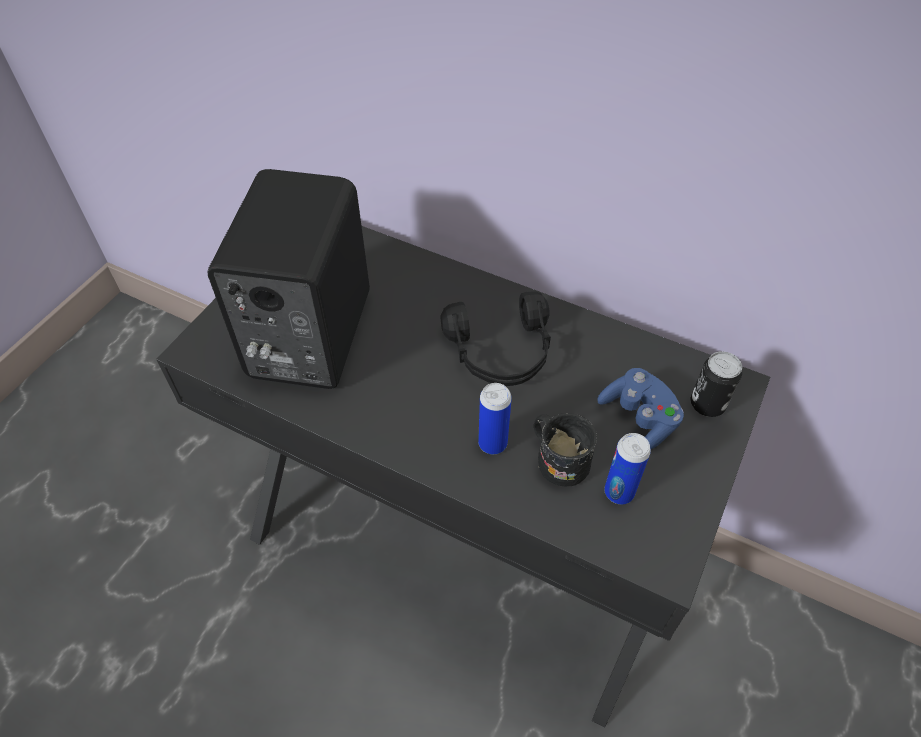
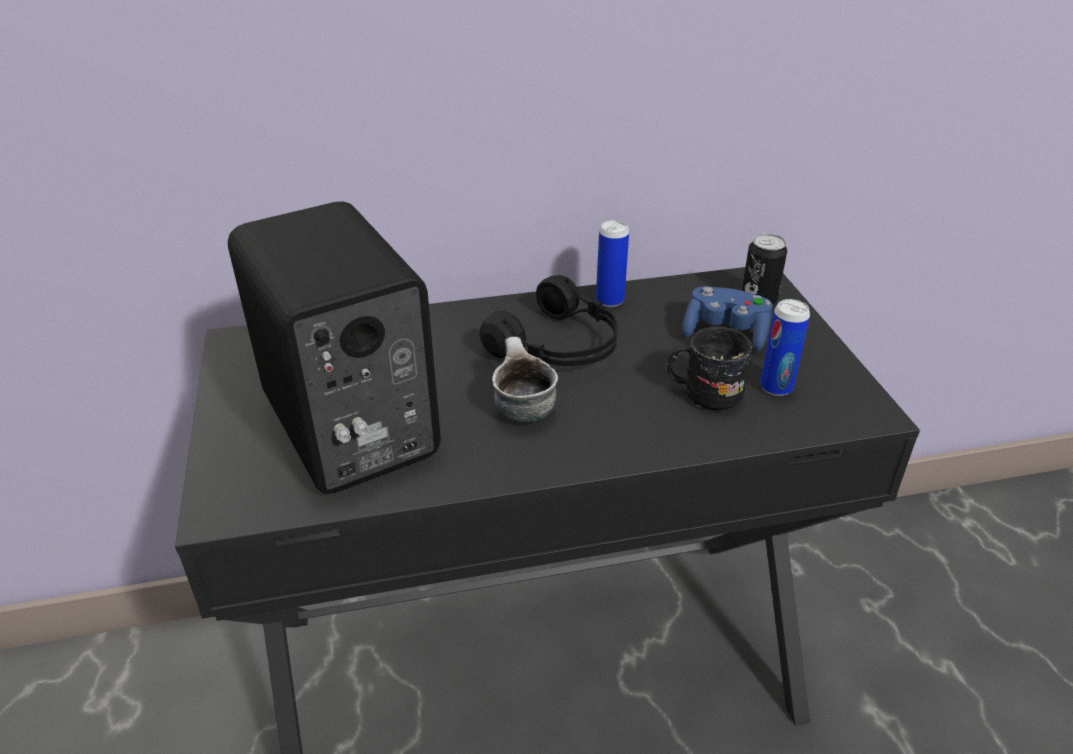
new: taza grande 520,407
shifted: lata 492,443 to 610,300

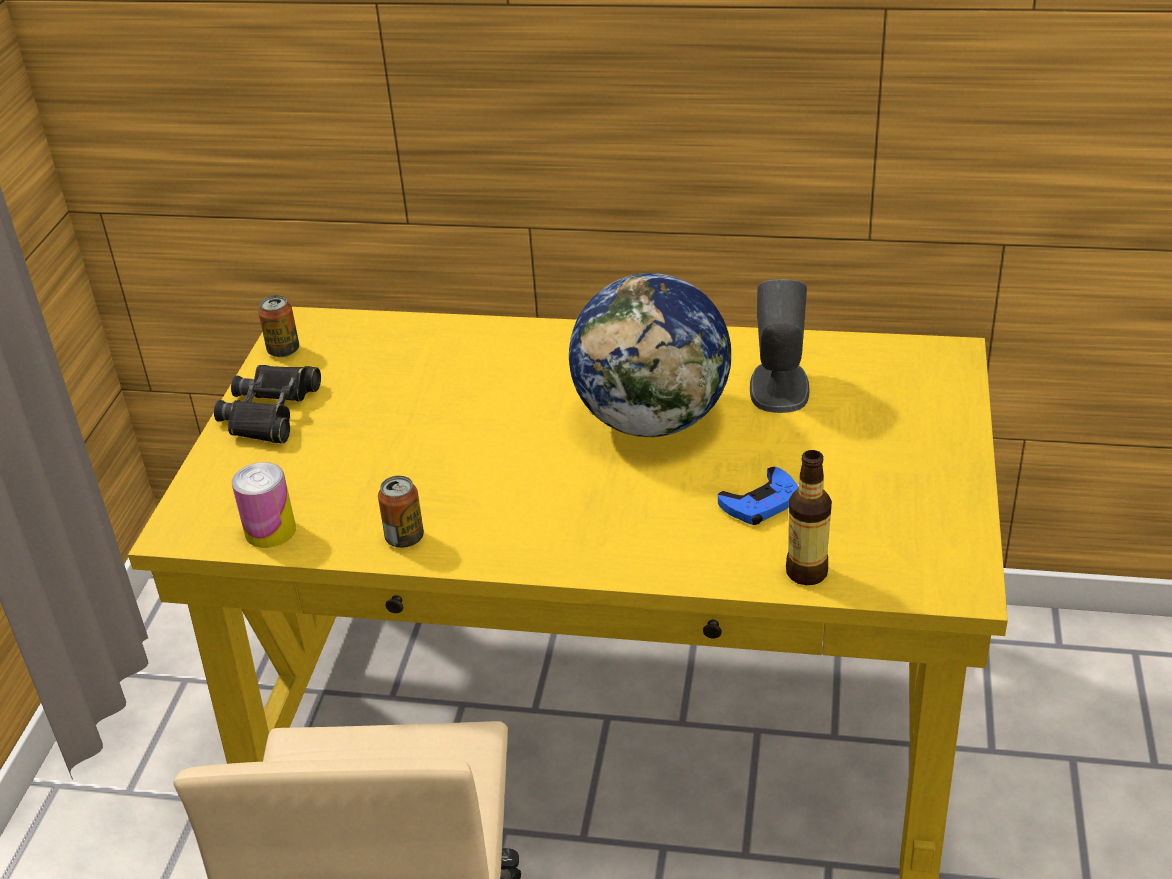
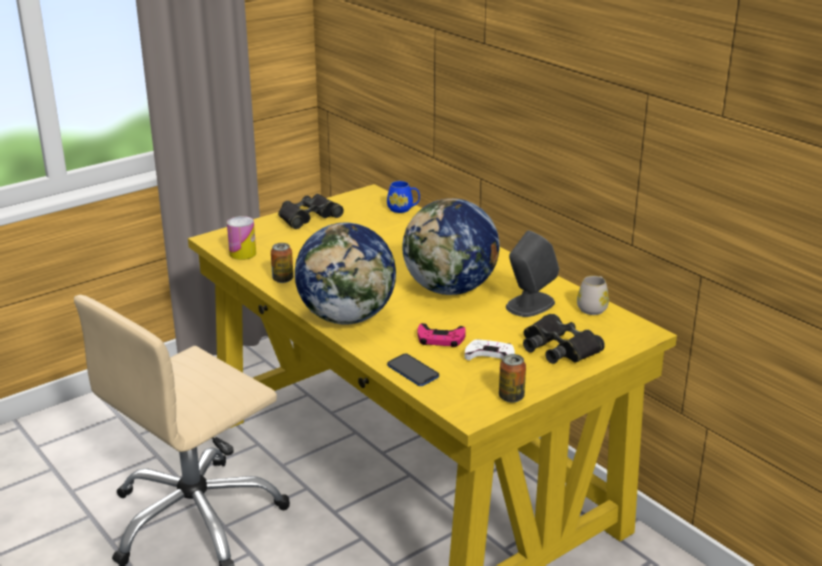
new: globo terráqueo 347,317; taza grande (azul) 403,209; mando de consola (blanco) 490,356; prismáticos (negro) 559,347; taza grande (blanco) 593,307
shifted: lata 283,350 to 511,397
swapped: botella 806,572 to móvil 413,371
repainted: mando de consola (azul) 761,503 to mando de consola (rosa) 440,339

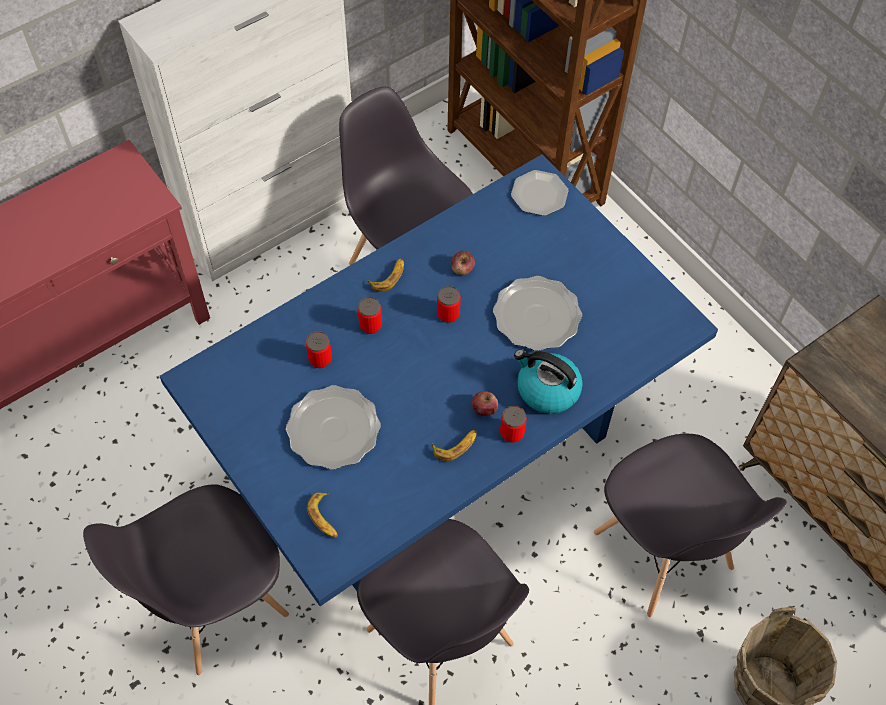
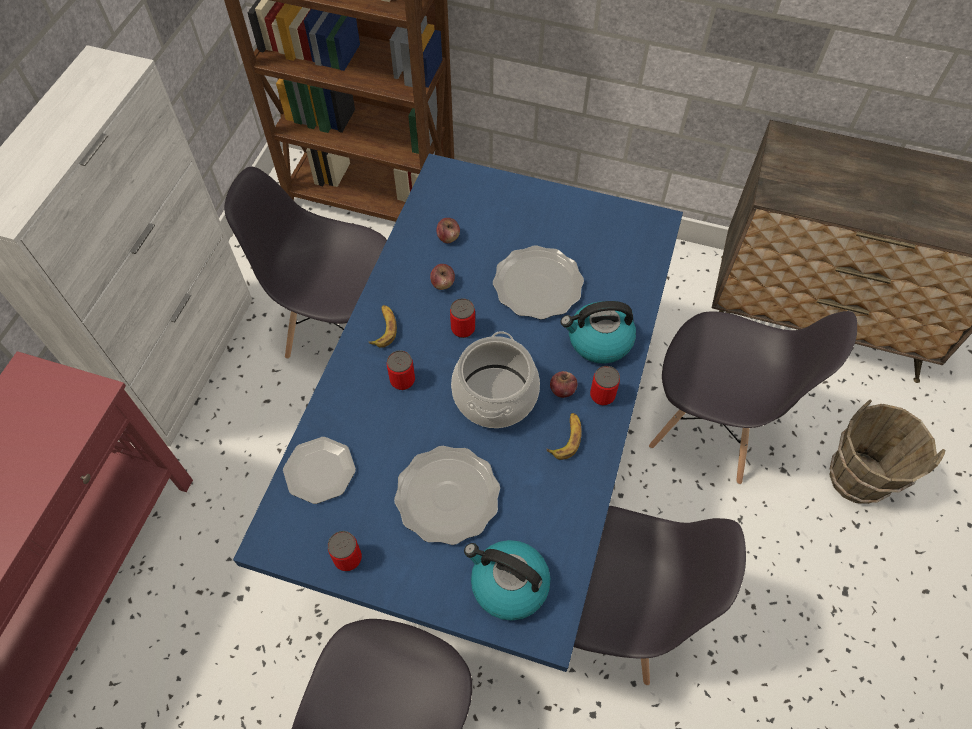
new: manzana 448,237; olla 494,395
shifted: lata 320,359 to 348,558; plato 539,194 to 319,471
swapped: plátano 325,518 to hervidor 508,584

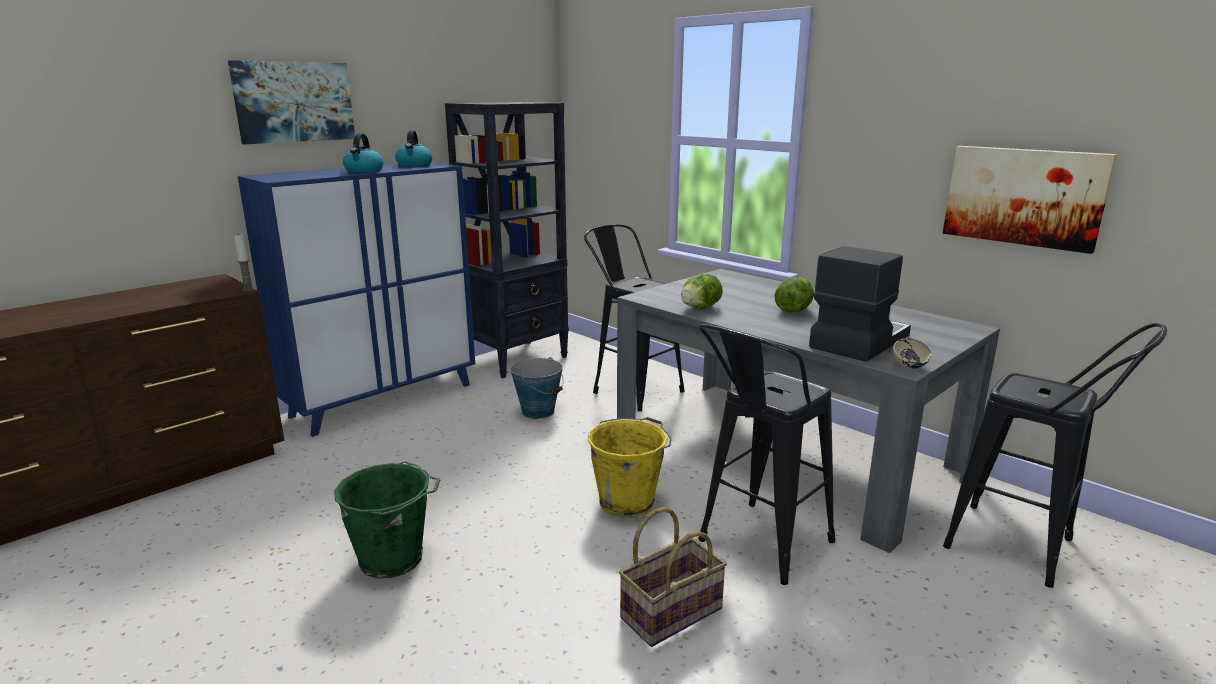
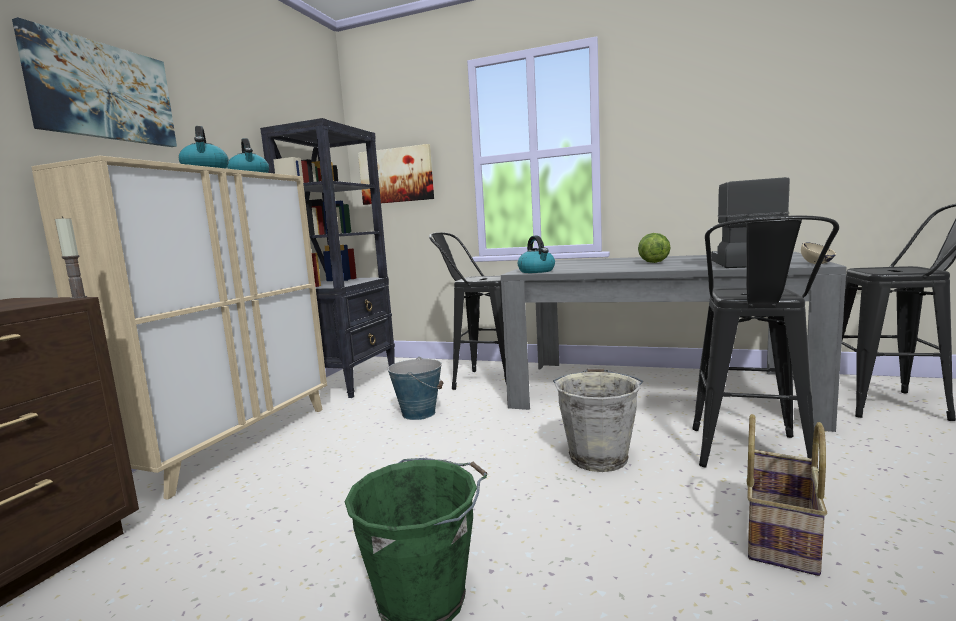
gone: lechuga 700,308
new: hervidor 537,271
shifted: cuadro 1023,196 to 396,175
repainted: armario (azul) 383,400 to armario (beis) 234,442; cubo (amarillo) 628,502 to cubo (gris) 598,457

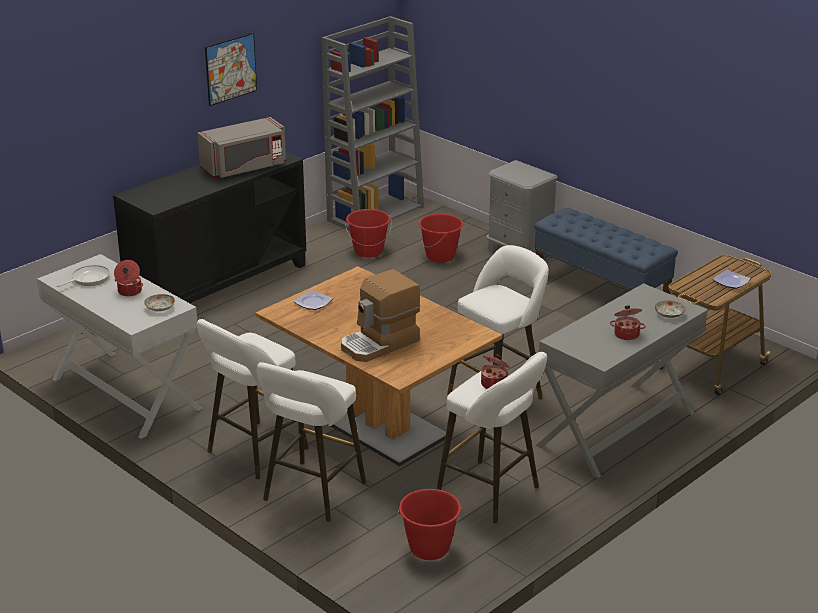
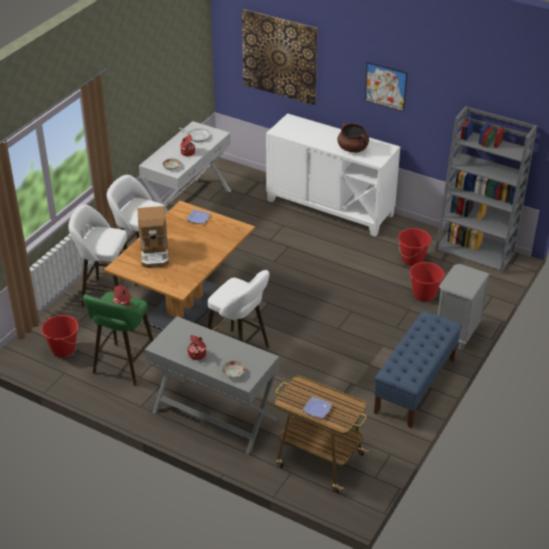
new: cuadro 280,56
swapped: microondas (gris) 244,167 to olla (marrón) 353,149
repainted: armario (negro) 217,284 to armario (blanco) 330,207; taburete (blanco) 492,494 to taburete (verde) 123,367
rotated: cafetera 380,344 = 155,252 135 degrees counterclockwise

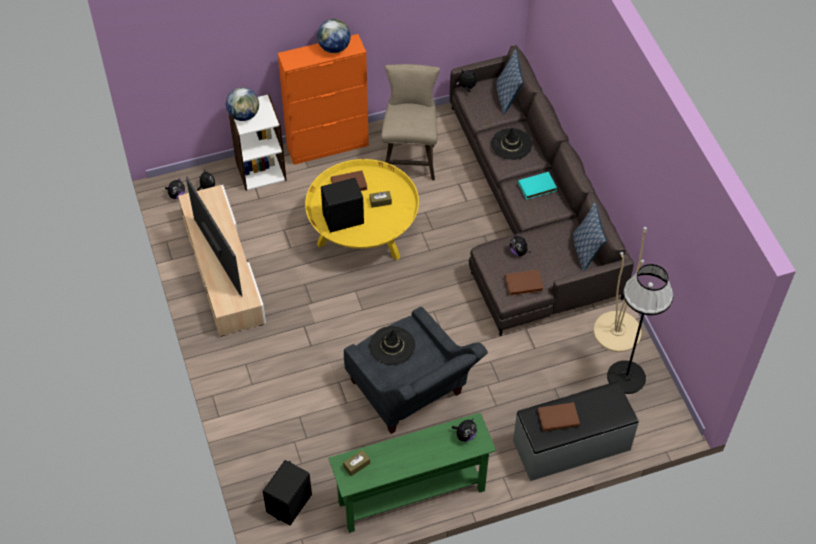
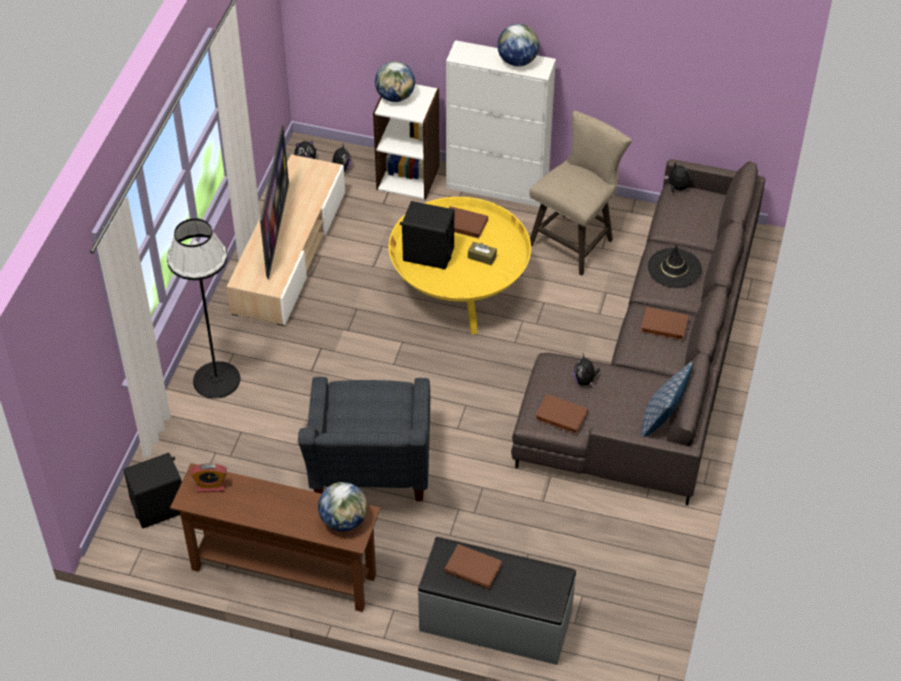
gone: sombrero (negro) 392,346; cojín 507,96; lámpara de pie (beis) 617,331
shifted: lámpara de pie (negro) 626,377 to 216,380
swapped: caja de pañuelos (marrón) 356,465 to despertador 211,486; peluche 465,435 to globo terráqueo 344,520
repainted: armario (naranja) 328,146 to armario (blanco) 497,187; mesa consola (verde) 411,496 to mesa consola (marrón) 283,573; libro (turquesa) 537,188 to libro (marrón) 663,326

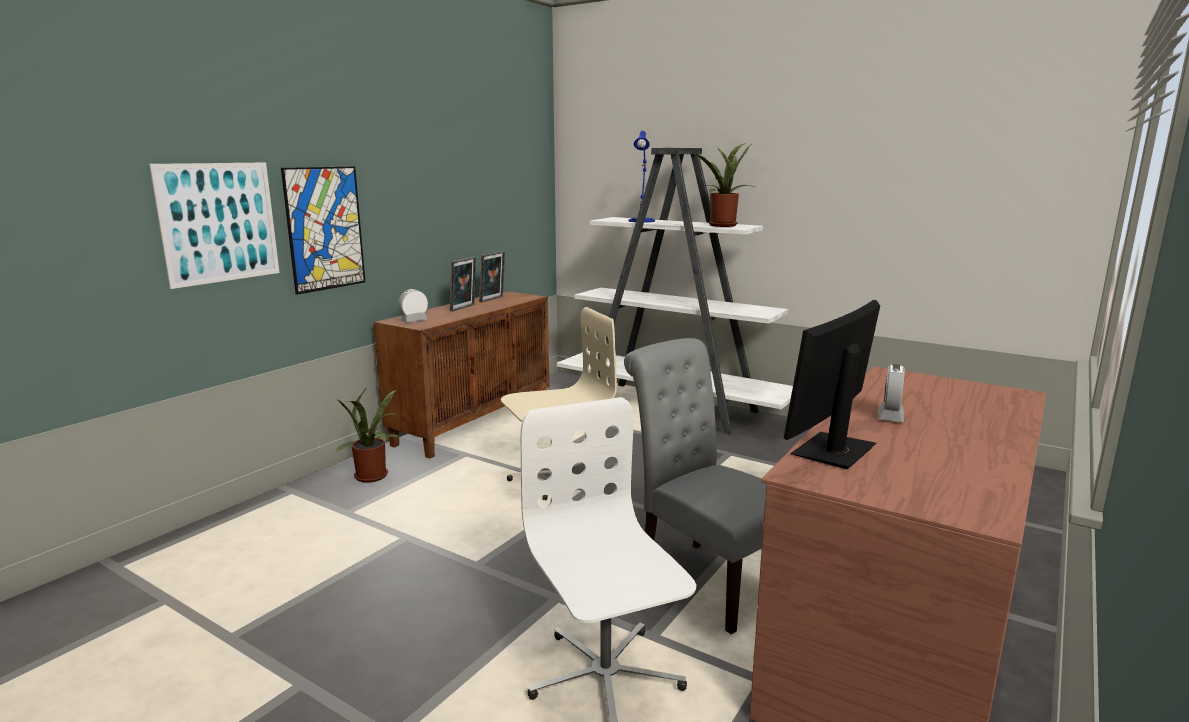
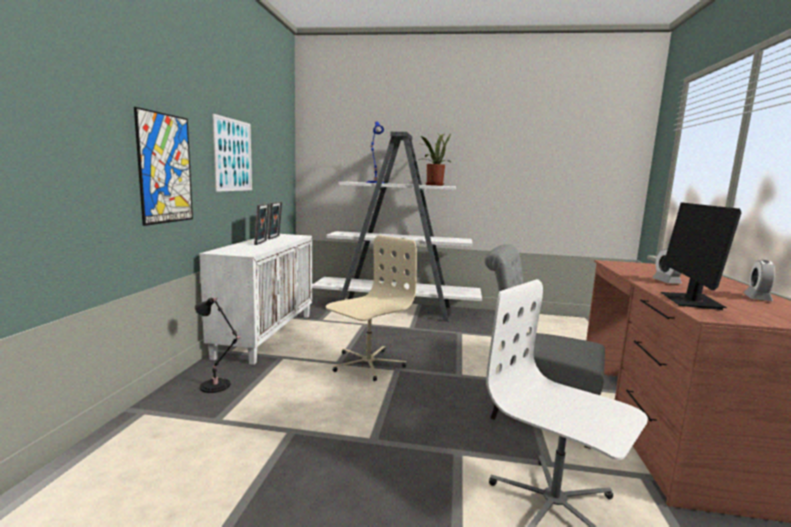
shifted: cuadro 219,223 to 233,155; despertador 414,320 to 757,298
swapped: planta en maceta 374,477 to lámpara de mesa (negro) 217,386
repainted: armario (marrón) 473,423 to armario (blanco) 266,334

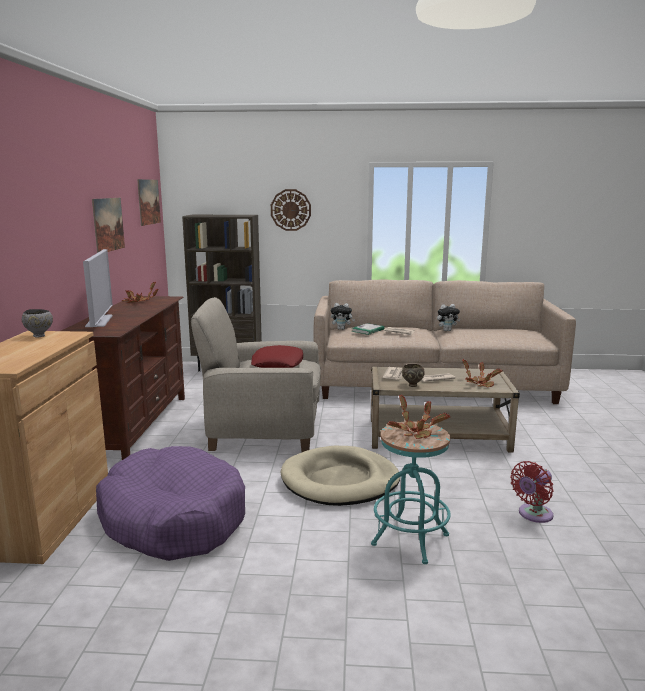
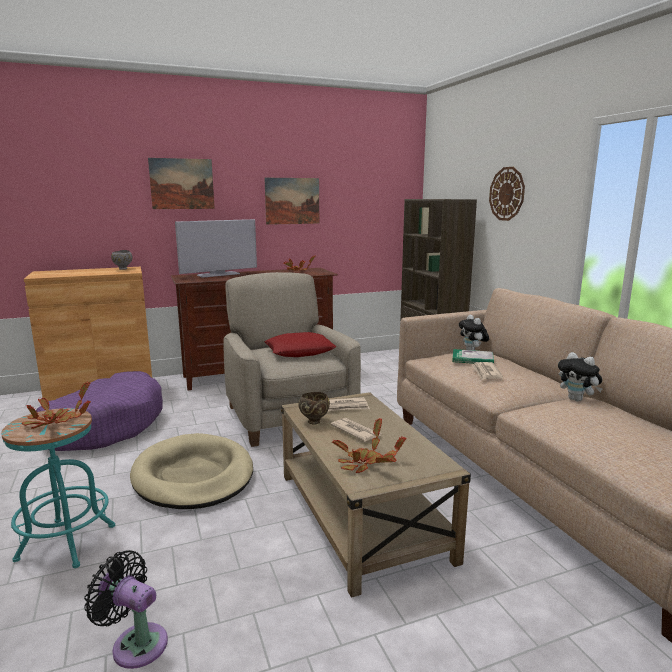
shifted: cuadro 148,202 to 182,184
repainted: ventilador (rojo) 533,515 to ventilador (negro) 135,643

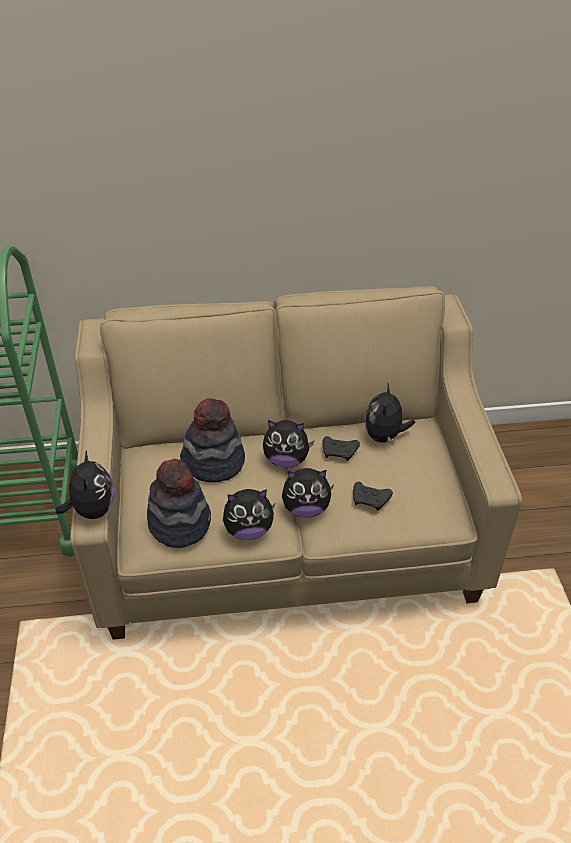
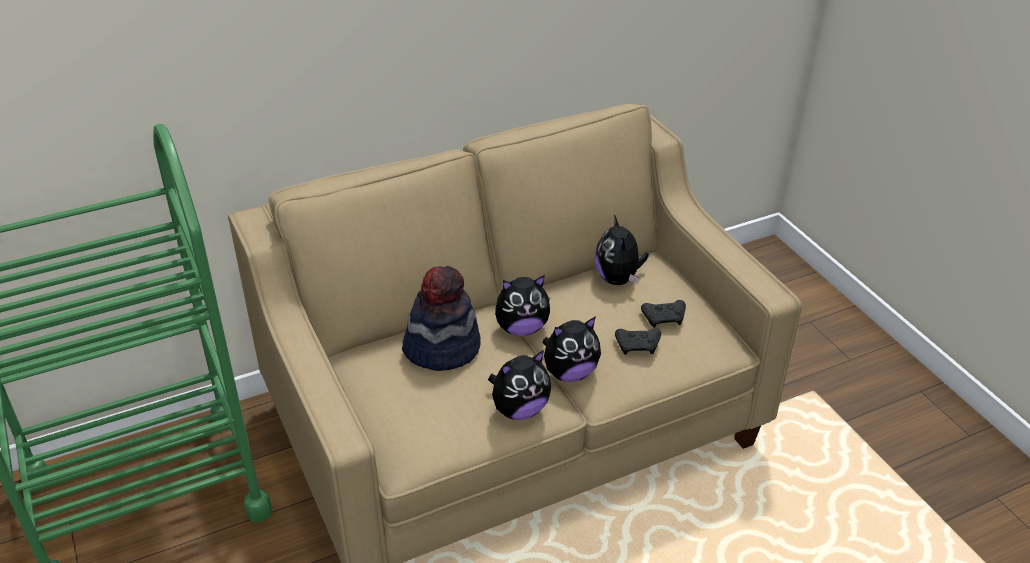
gone: peluche 92,509; sombrero 180,522
shifted: mando de consola (negro) 340,452 to 664,318

